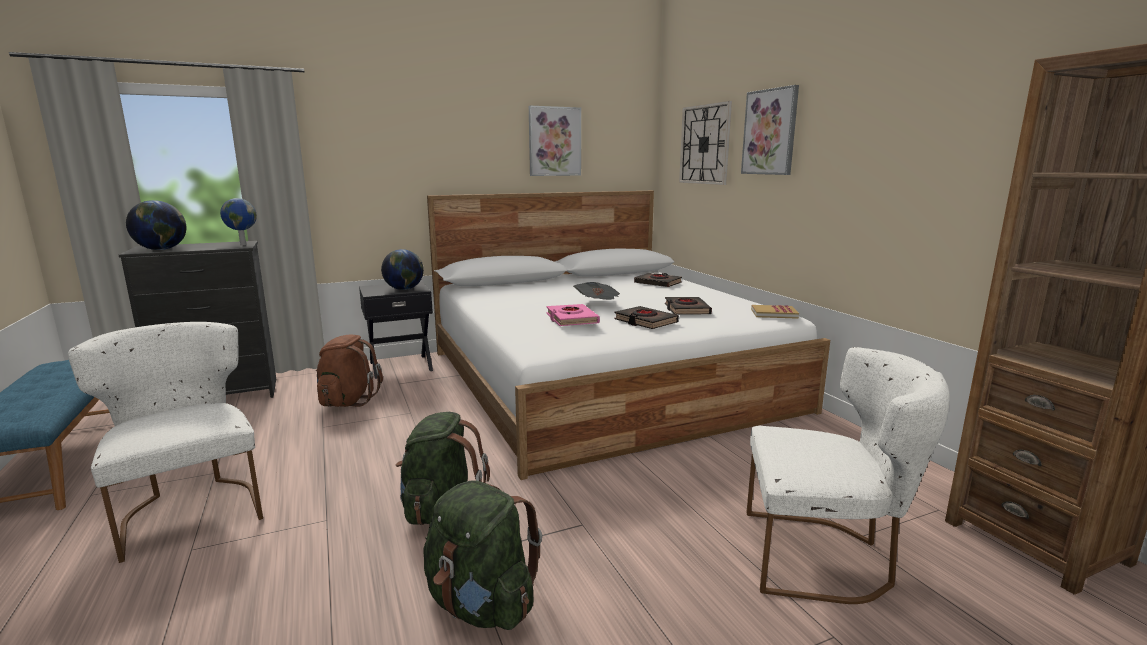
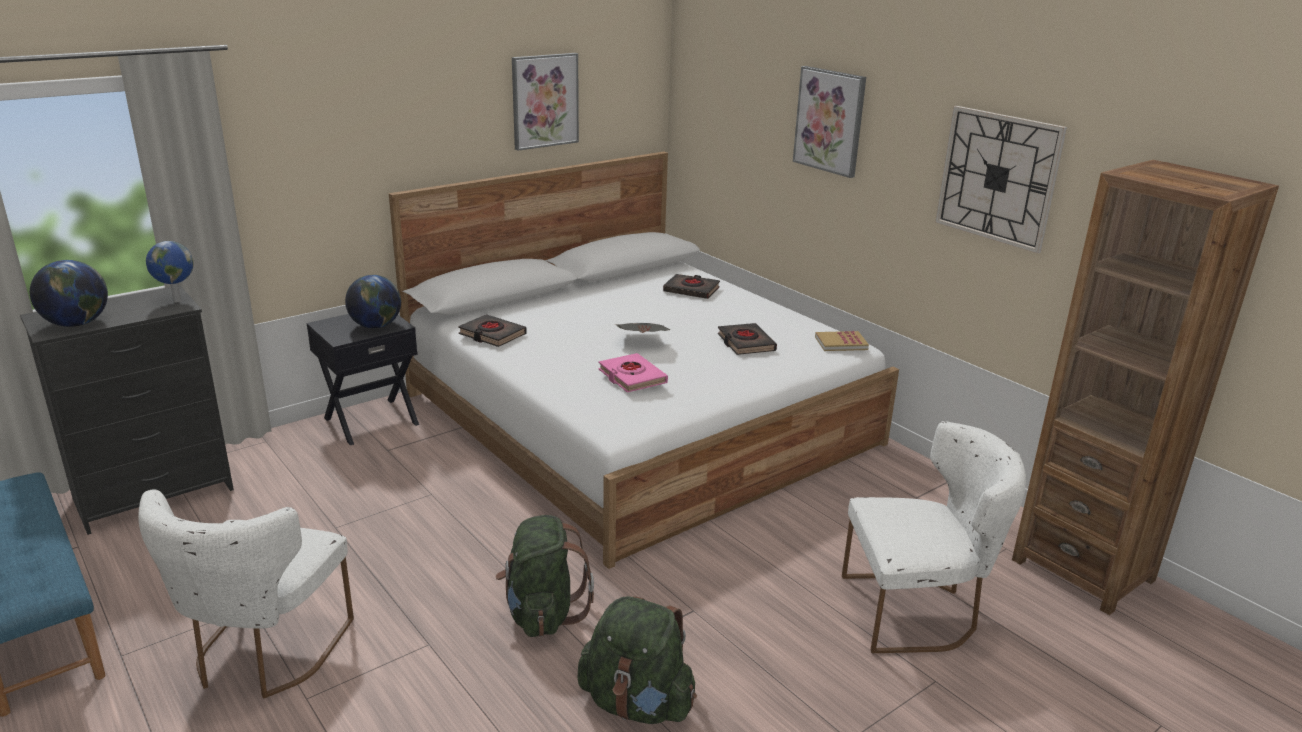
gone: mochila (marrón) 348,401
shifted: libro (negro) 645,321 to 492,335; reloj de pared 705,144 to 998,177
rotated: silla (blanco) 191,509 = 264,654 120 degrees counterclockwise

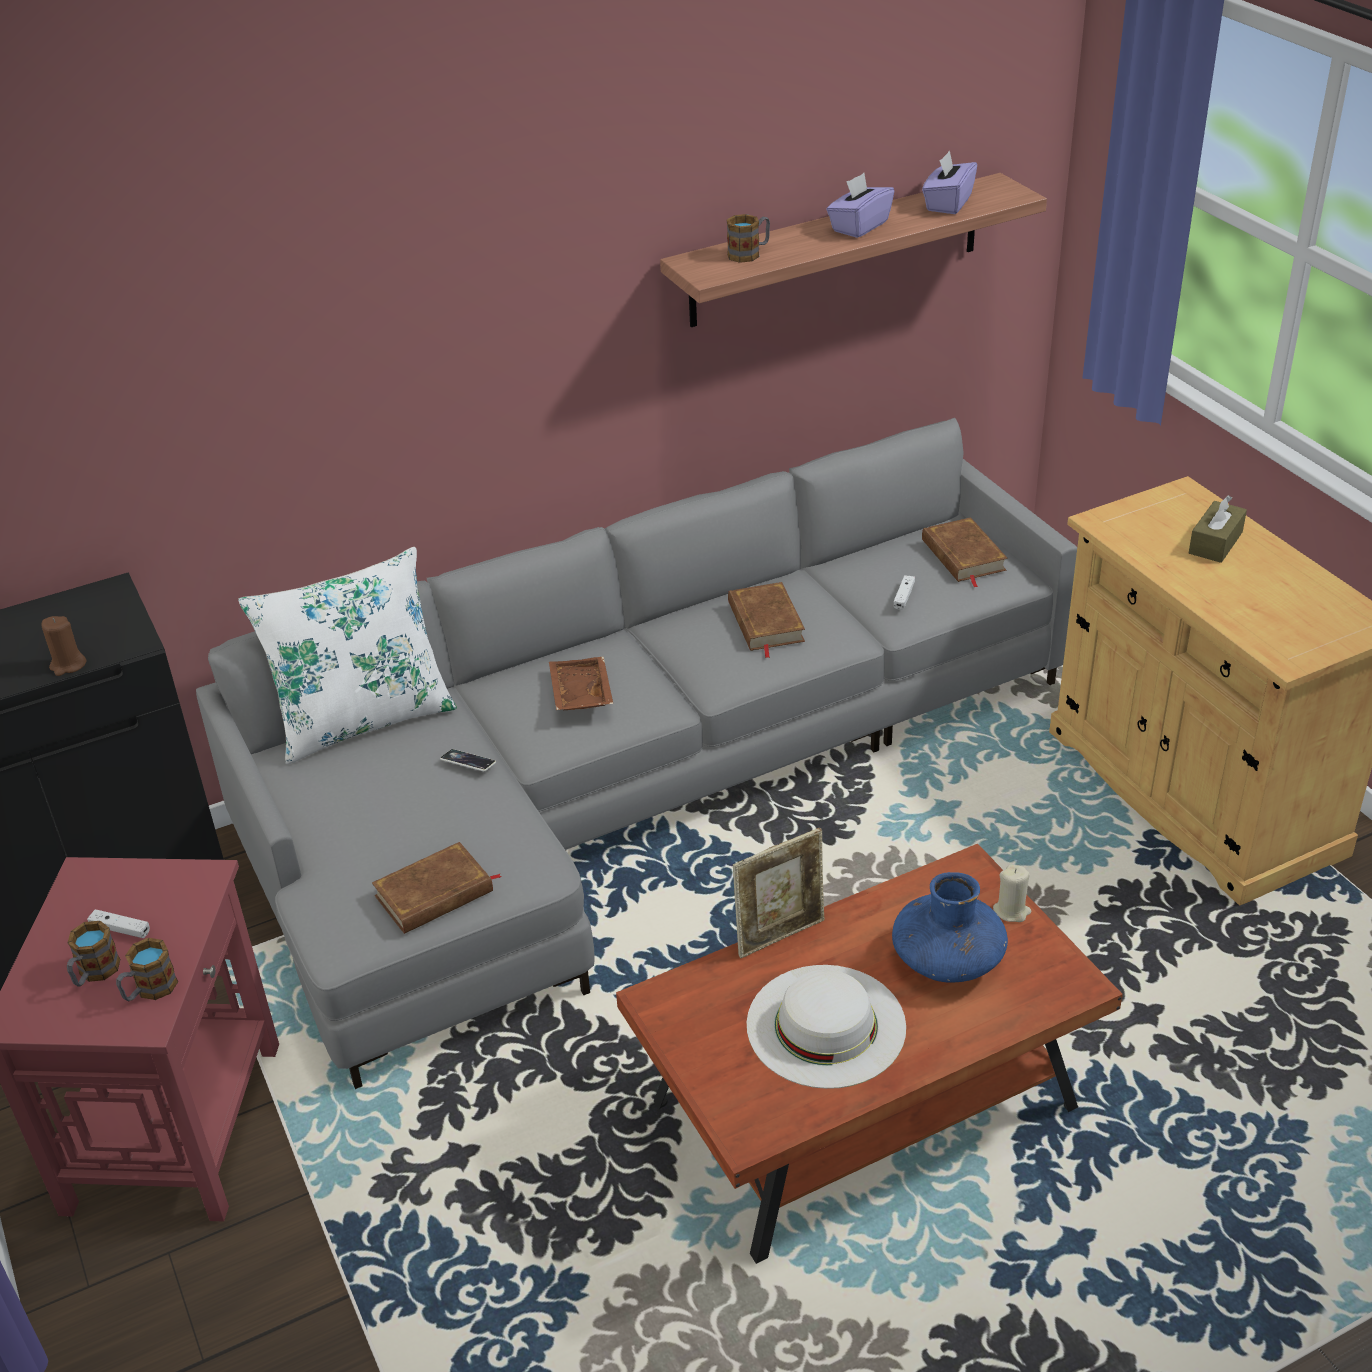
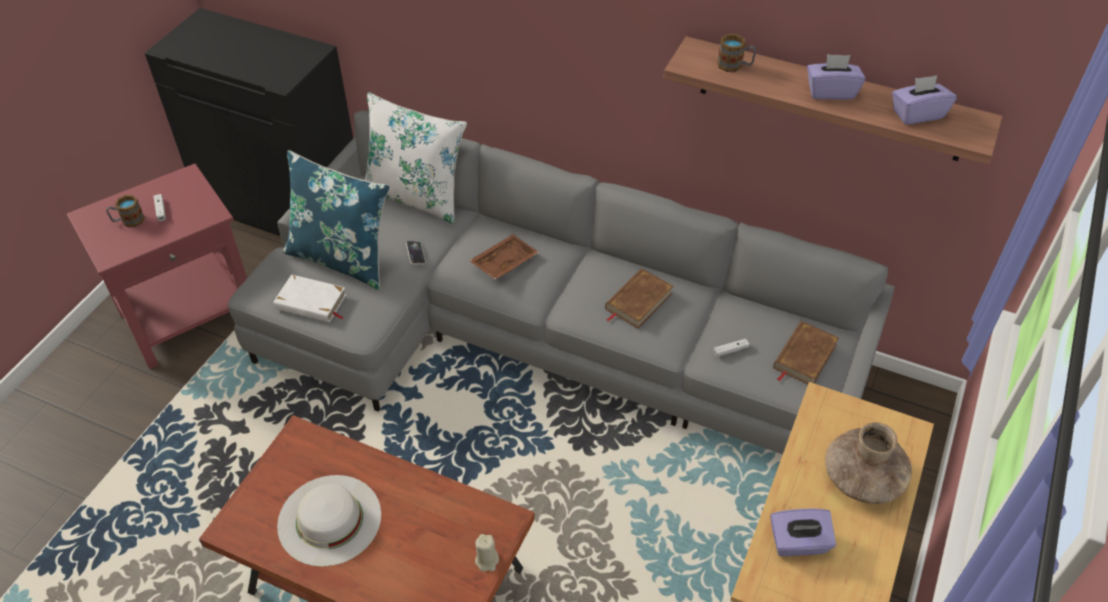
gone: vela (marrón) 68,665; taza grande 149,990; portarretratos 780,935; florero (azul) 947,958
new: cojín (azul) 342,258; caja de pañuelos (morado) 798,543
swapped: caja de pañuelos (marrón) 1215,543 to florero (marrón) 863,478
repainted: libro (marrón) 435,894 to libro (blanco) 311,302

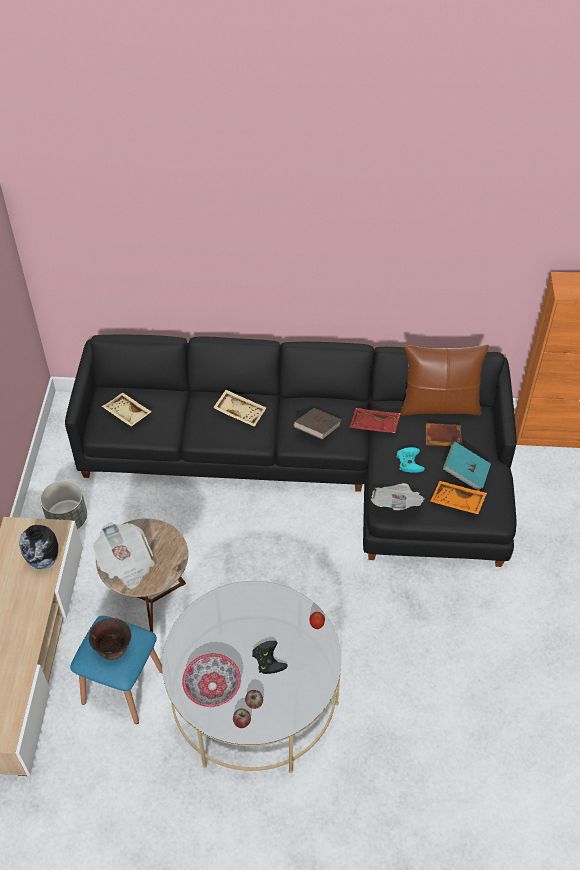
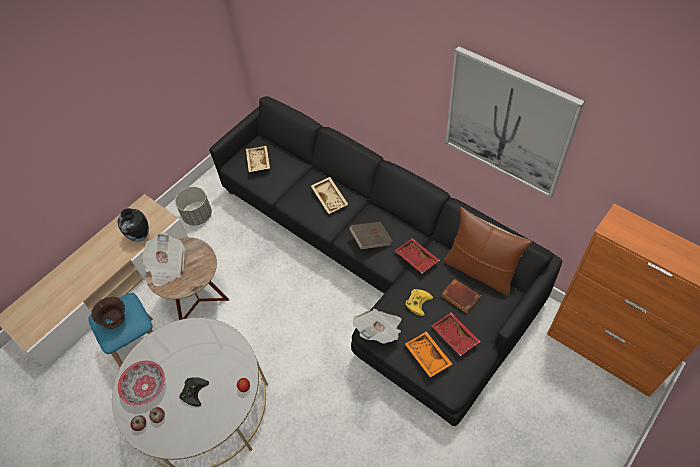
new: cuadro 508,123
swapped: libro (turquesa) 465,473 to bandeja (rojo) 454,337
repainted: mando de consola (turquesa) 408,461 to mando de consola (amarillo) 417,301

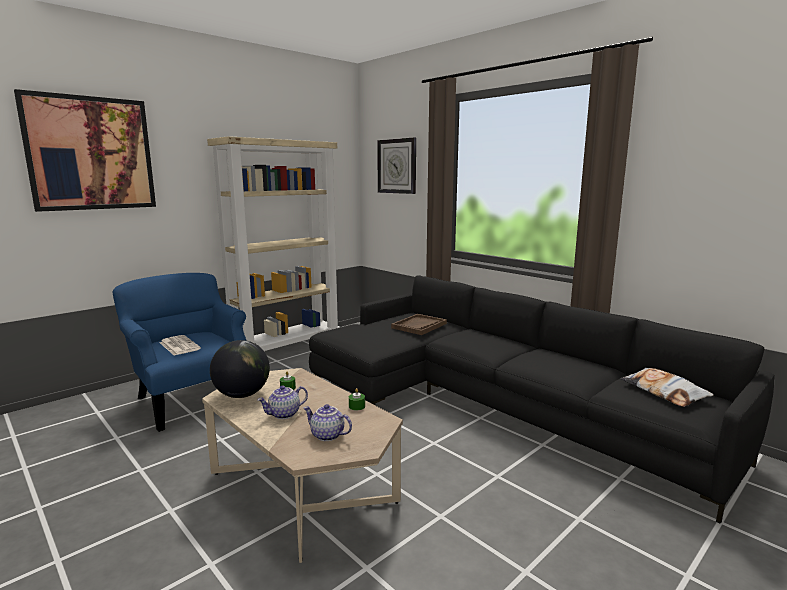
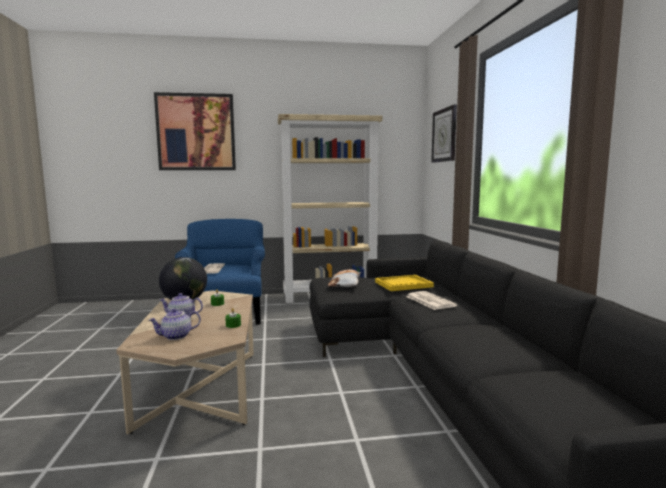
new: periódico 429,301
shifted: cojín 663,392 to 345,283
repainted: bandeja (marrón) 419,326 to bandeja (amarillo) 403,284
rotated: tetera 326,435 = 176,336 90 degrees counterclockwise

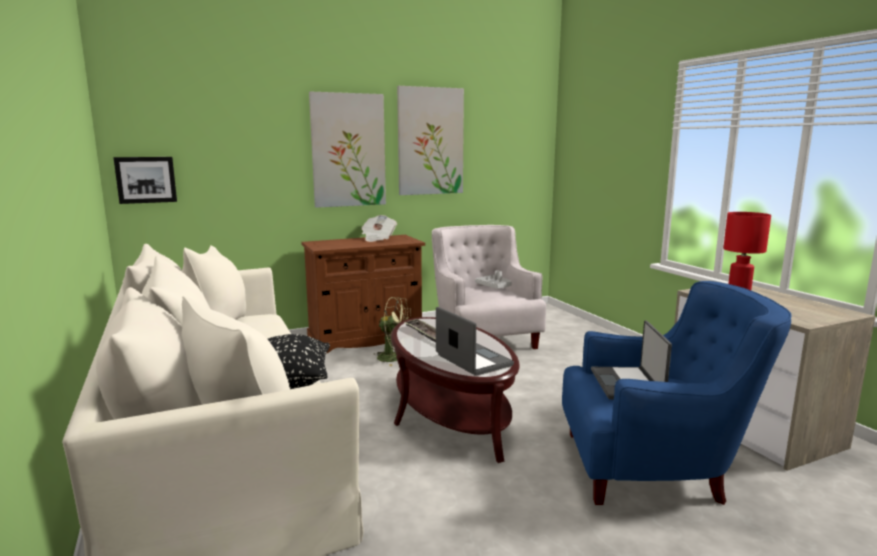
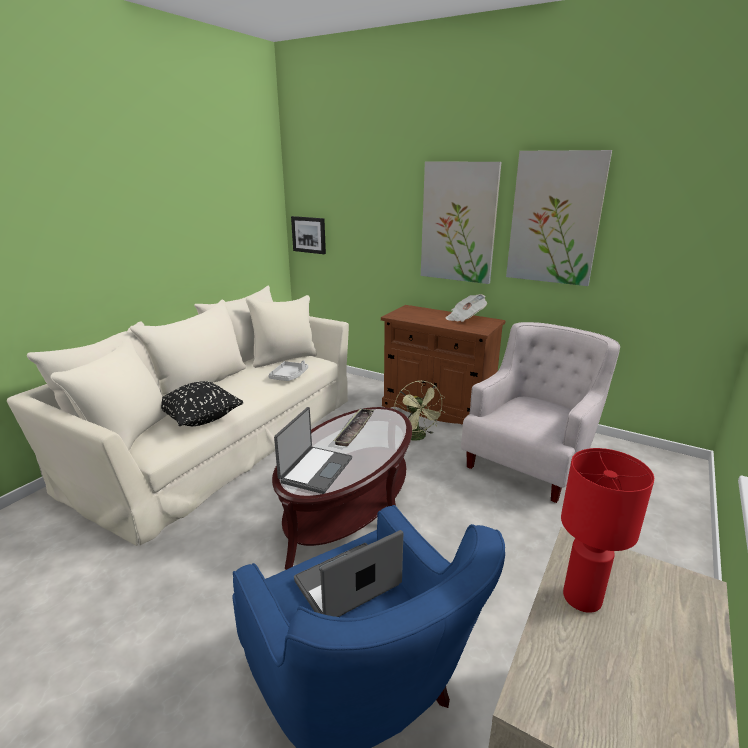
shifted: bandeja (gris) 494,286 to 289,376

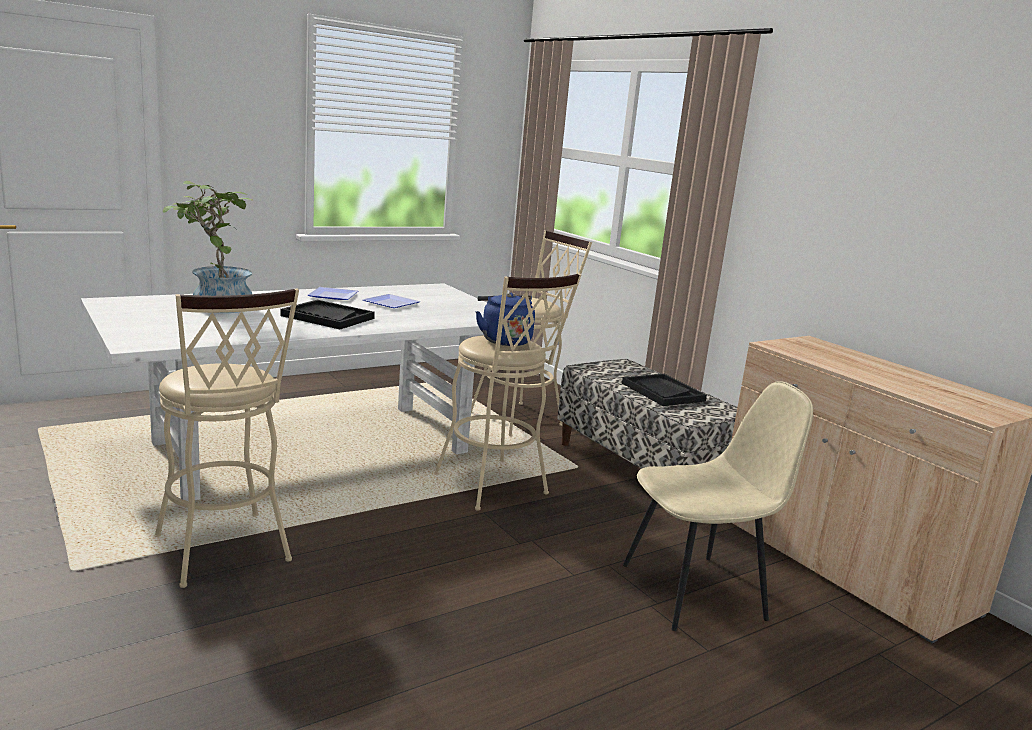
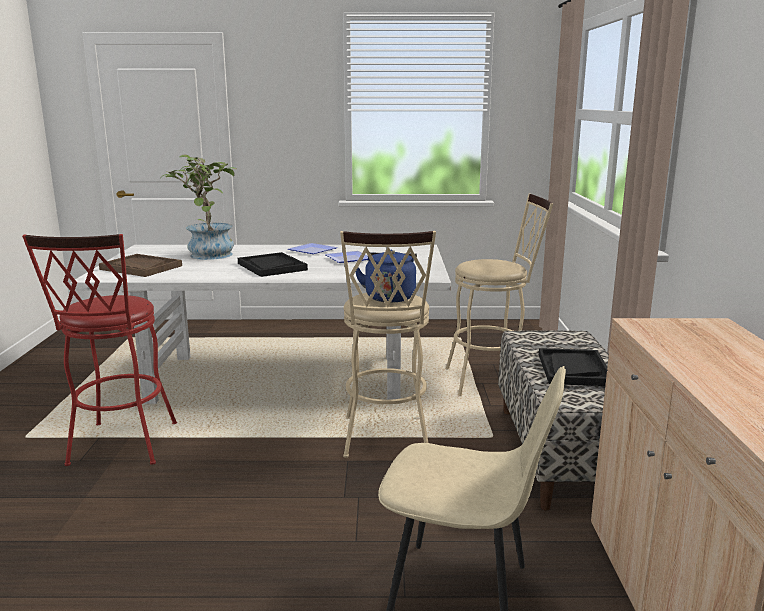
new: bandeja (marrón) 141,267
repainted: taburete (beis) 225,554 to taburete (rojo) 120,448

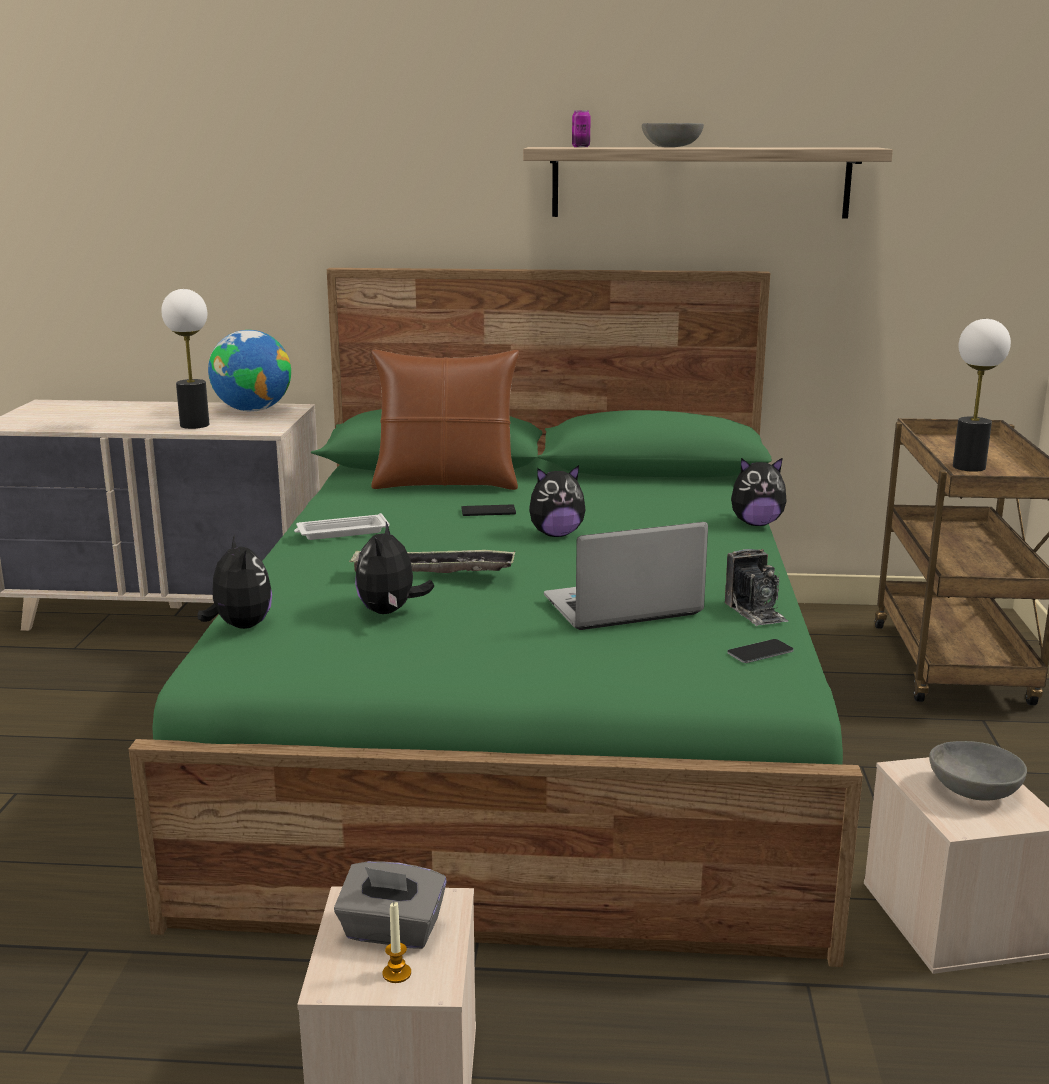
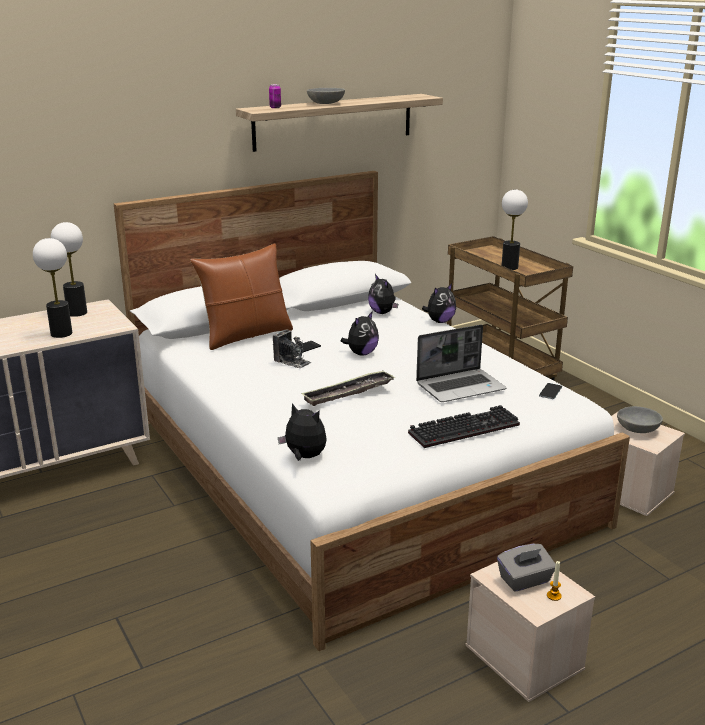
gone: bandeja (blanco) 341,532
new: teclado 464,428
shifted: peluche 390,611 to 383,312; cámara 755,612 to 292,361
swapped: globo terráqueo 252,410 to lámpara de mesa 76,313
repainted: cama (verde) 526,726 to cama (blanco) 352,468
rotated: portátil 621,608 = 461,387 150 degrees counterclockwise

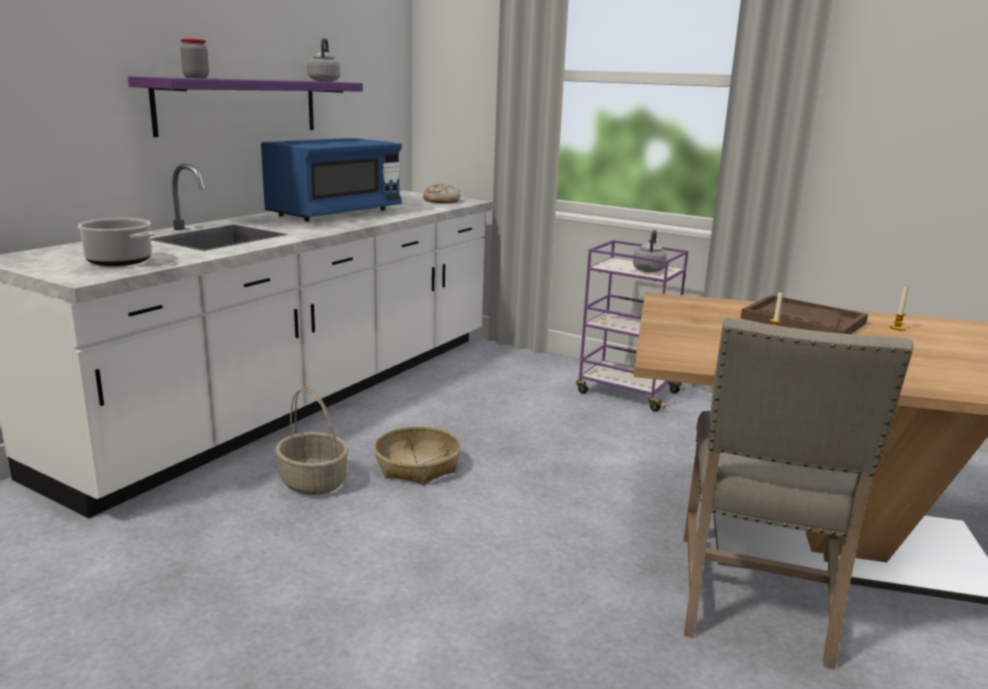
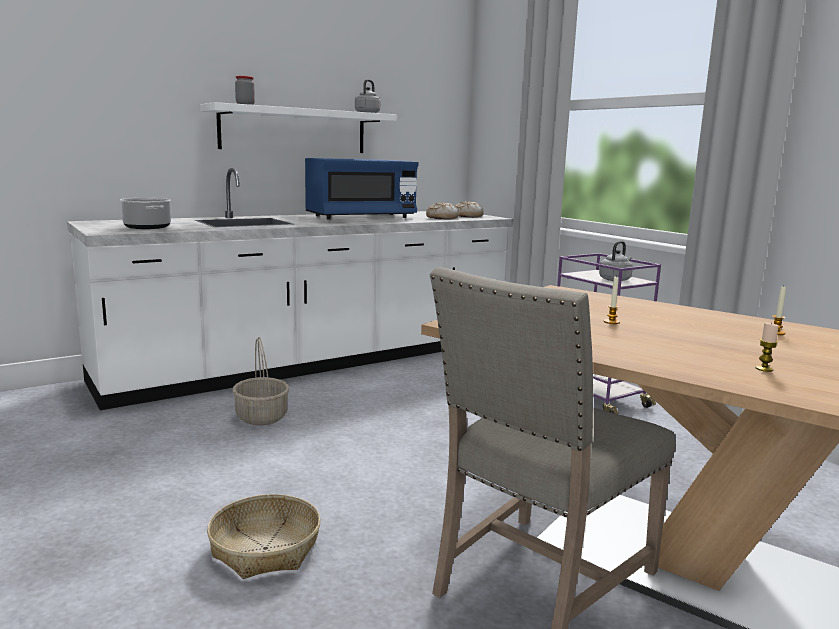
gone: bandeja (marrón) 802,320
new: pan 442,218; vela 764,369
shifted: cesta 418,466 to 265,549
repainted: estante (morado) 239,106 to estante (blanco) 294,130

